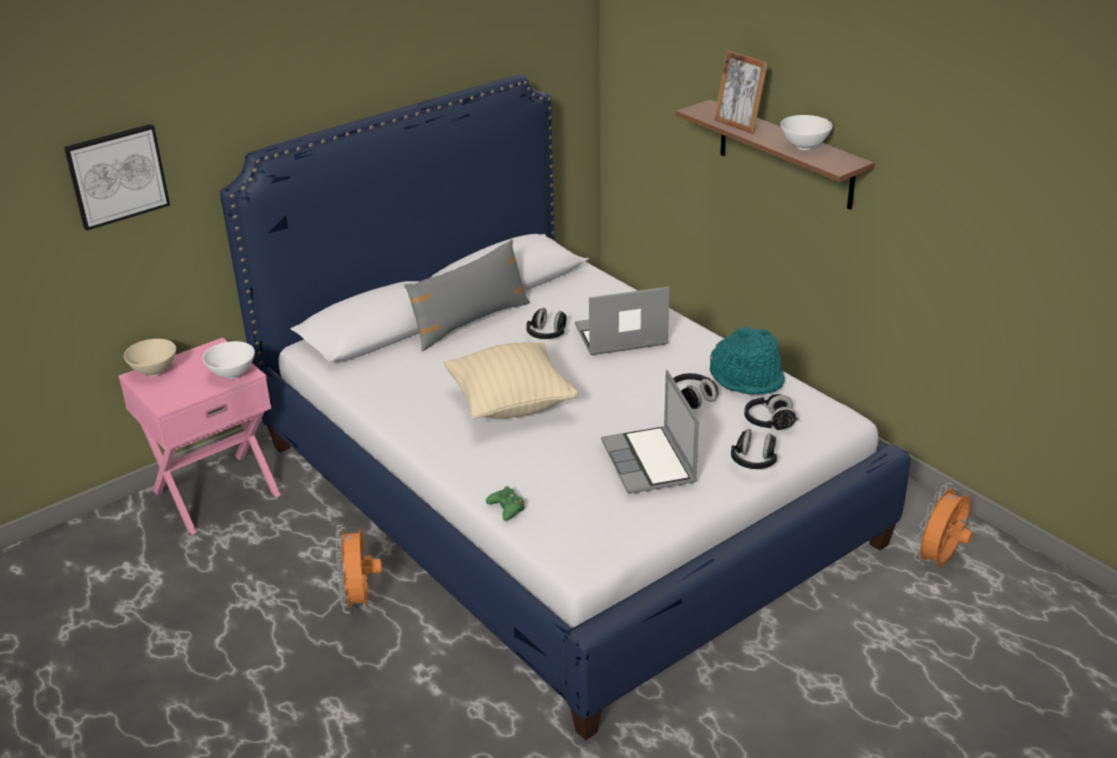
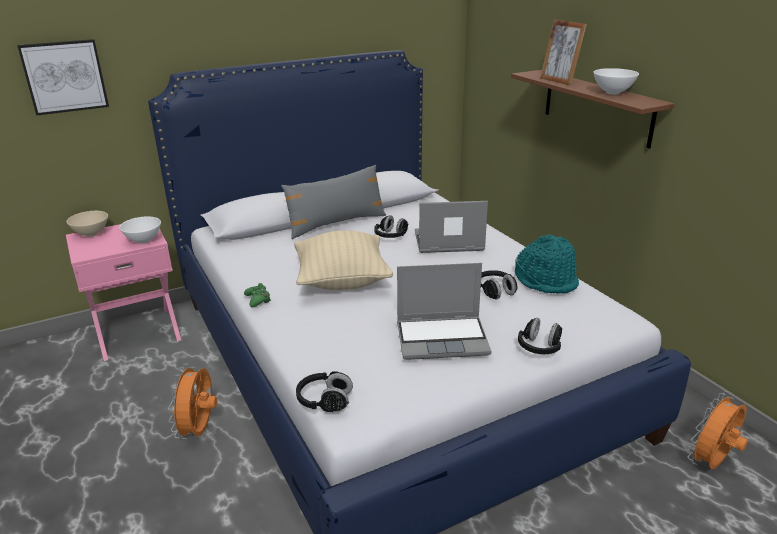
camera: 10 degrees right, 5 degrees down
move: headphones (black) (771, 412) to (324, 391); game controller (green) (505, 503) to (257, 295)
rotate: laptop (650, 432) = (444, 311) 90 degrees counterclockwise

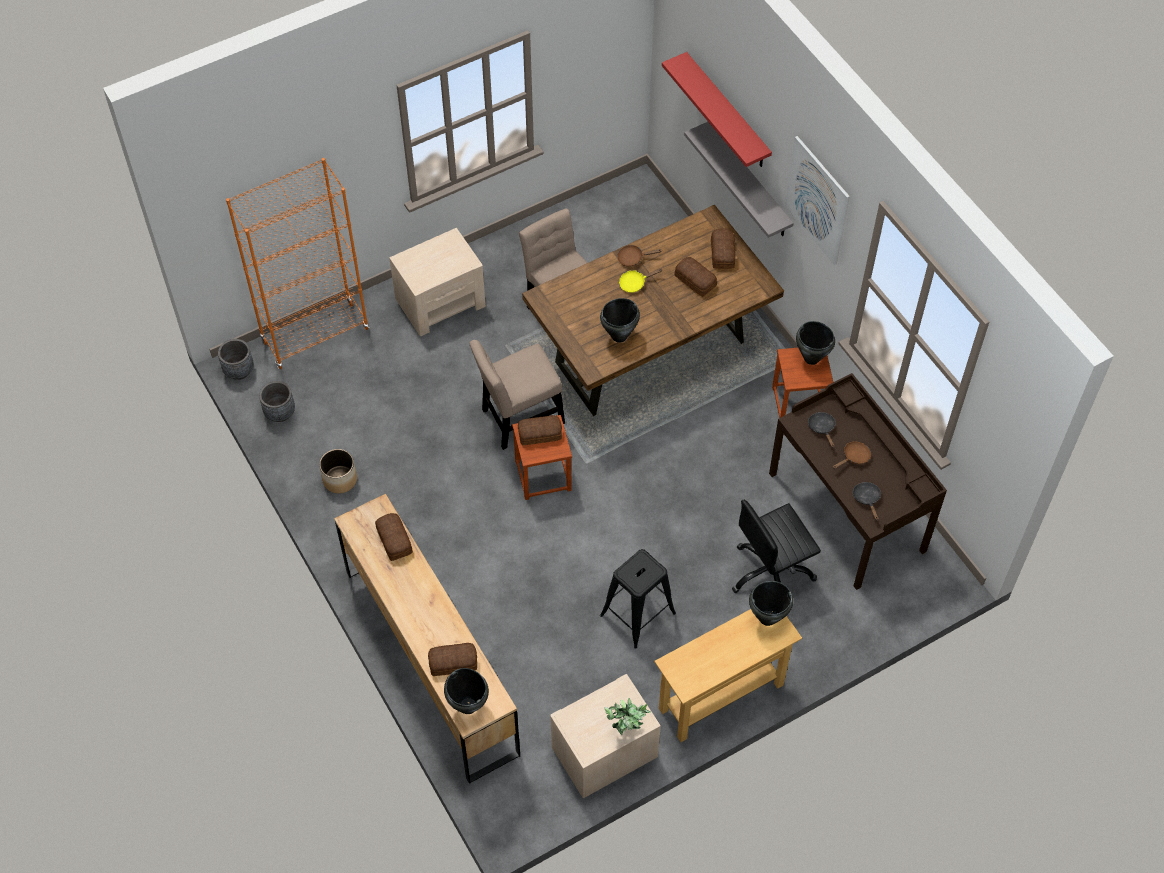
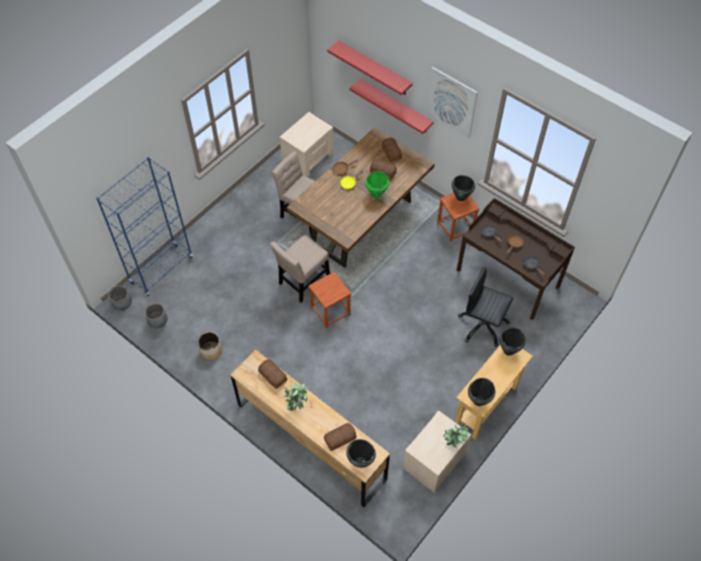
camera: 20 degrees left, 0 degrees up
delete: bread (540, 430); stool (black) (638, 599)
insert: cooking pot (green) (377, 185); potted plant (296, 397)
move: nightstand (beige) (437, 282) to (307, 144); cooking pot (black) (620, 320) to (481, 392)
recolor: shelf (grey) (739, 180) to shelf (red) (392, 106); bookcase (orange) (297, 263) to bookcase (blue) (144, 226)
rotate: office chair (black) (776, 546) = (485, 307) 75 degrees clockwise

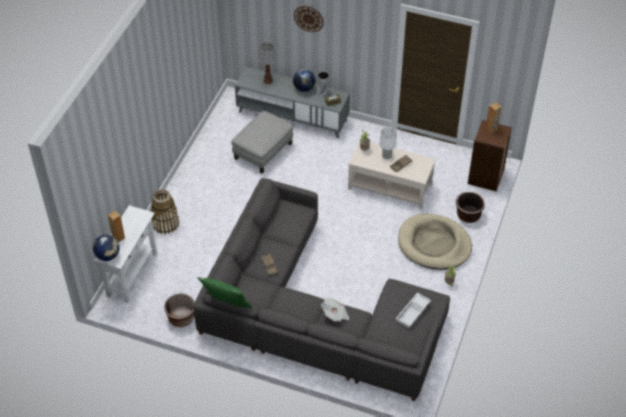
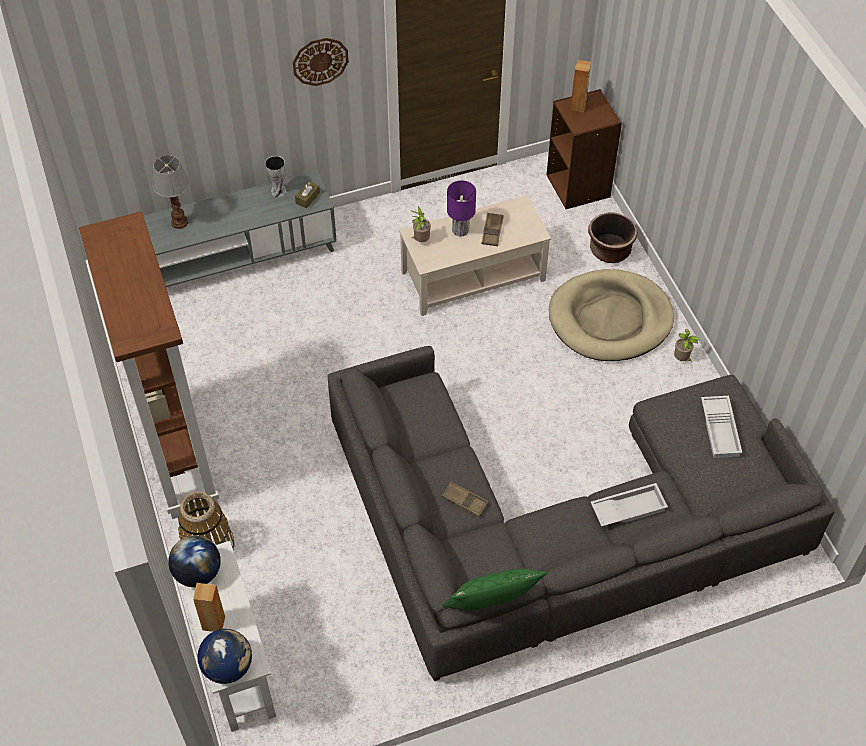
camera: 40 degrees left, 5 degrees up
delete: ottoman (grey) (262, 142); planter (brown) (179, 310)
insert: bookcase (brown) (149, 365)
move: wall clock (308, 19) to (321, 62); globe (304, 80) to (194, 561)
replace: newspaper (335, 310) to tray (white) (629, 505)
recolor: table lamp (white) (388, 143) to table lamp (purple) (461, 208)

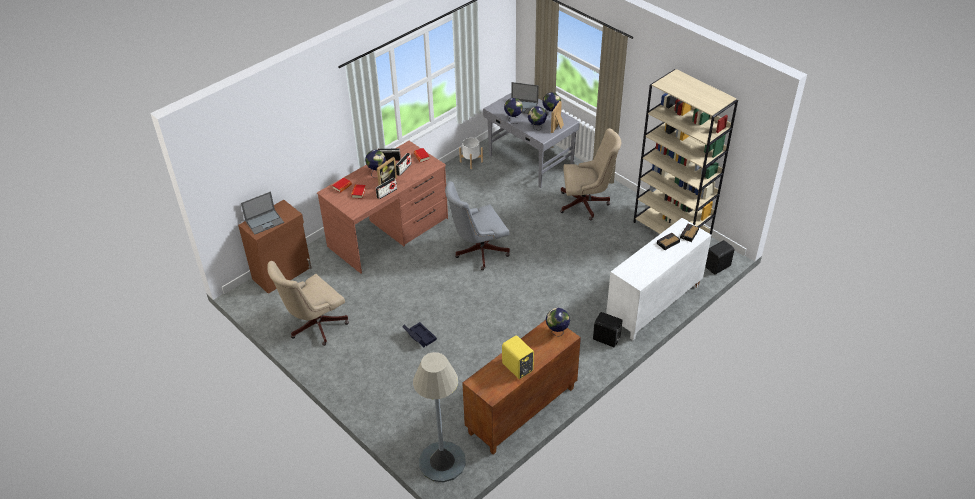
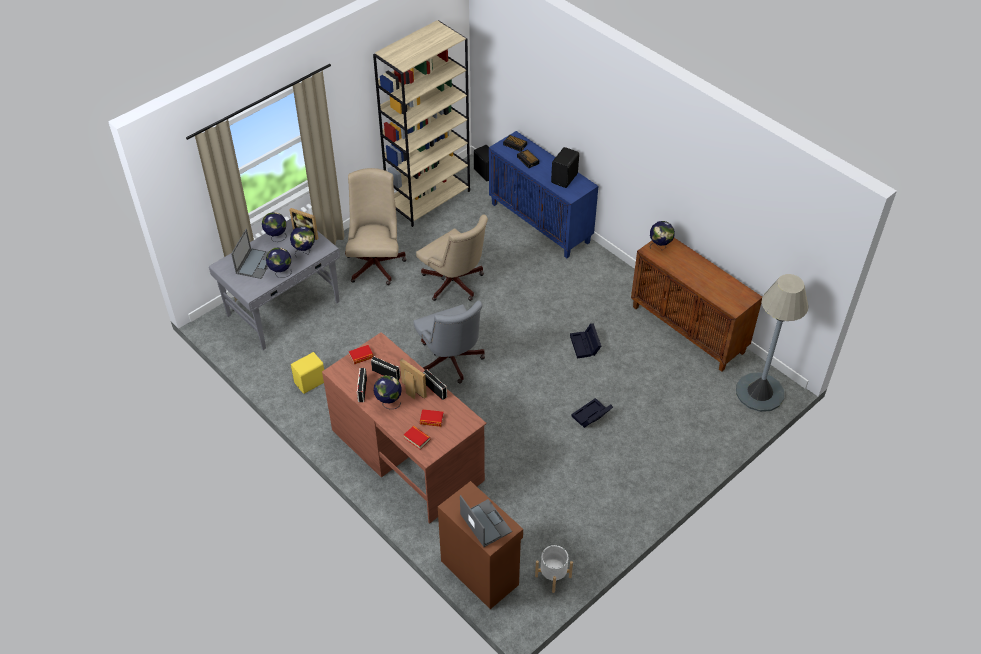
camera: 90 degrees left, 5 degrees up
insert: storage box (black) (585, 341)
move: planter (white) (471, 153) to (554, 569); office chair (beige) (308, 303) to (452, 258); speaker (black) (608, 329) to (565, 167); speaker (yellow) (518, 357) to (307, 373)
recolor: cabinet (white) (658, 279) to cabinet (blue) (543, 194)

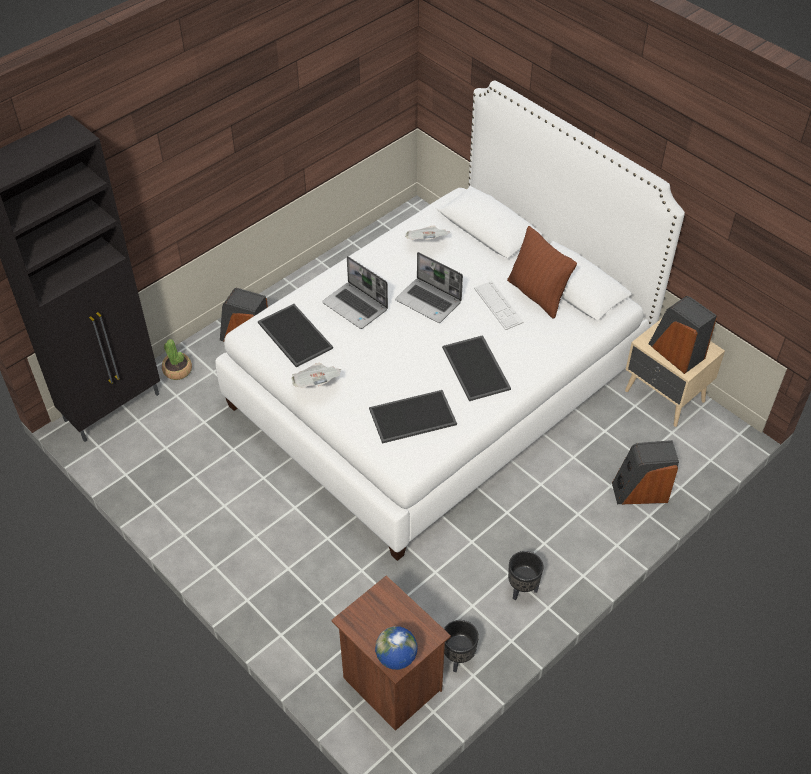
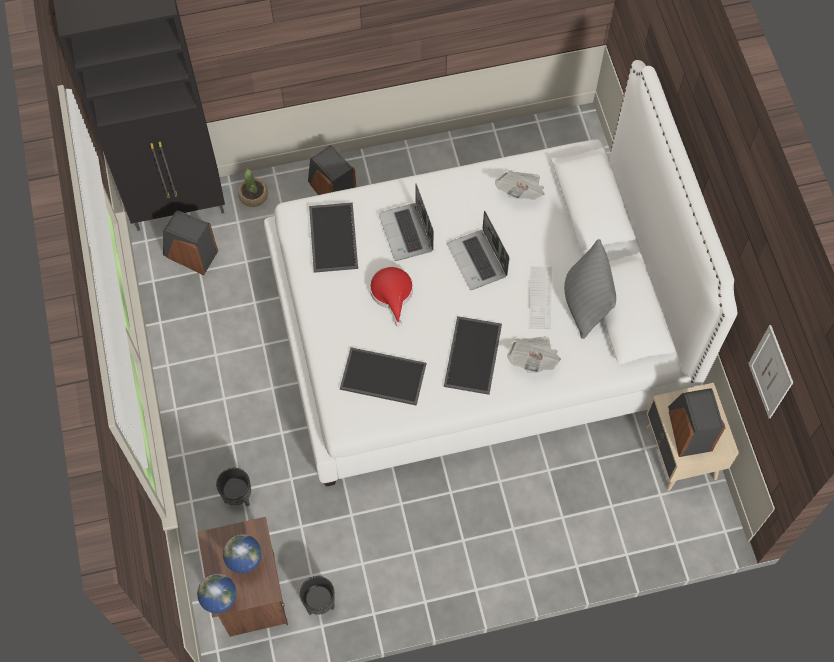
camera: 30 degrees right, 15 degrees up
insert: hat (red) (391, 296); picture (770, 371); globe (242, 554)
move: newspaper (316, 375) to (534, 354); speaker (645, 472) to (190, 243); planter (black) (526, 575) to (233, 487)
recolor: pillow (brown) (542, 272) to pillow (grey) (590, 289)

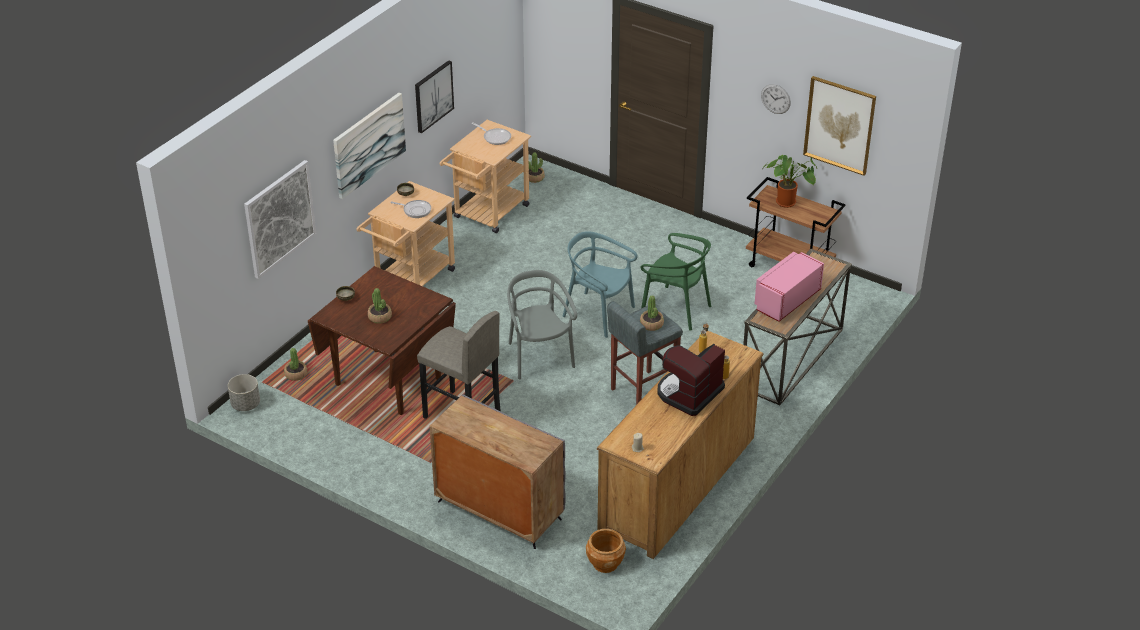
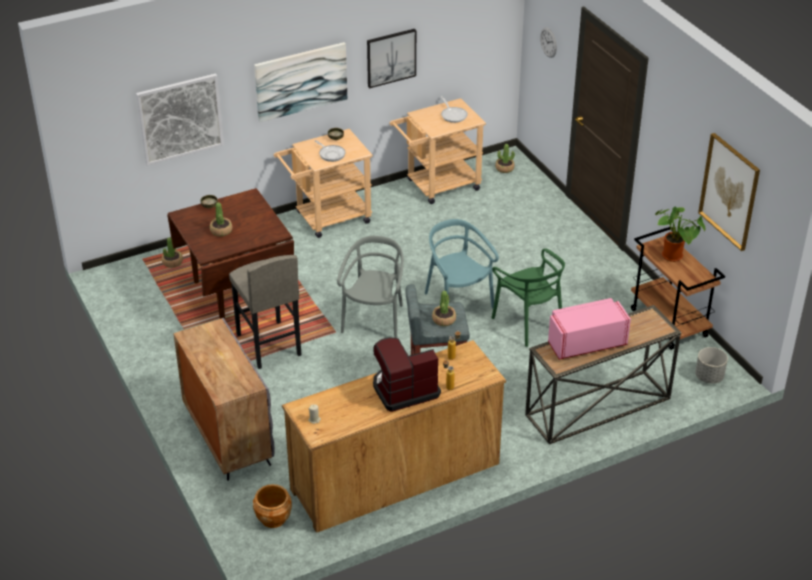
camera: 30 degrees right, 0 degrees up
move: wall clock (776, 99) to (548, 42); planter (grey) (244, 392) to (711, 365)

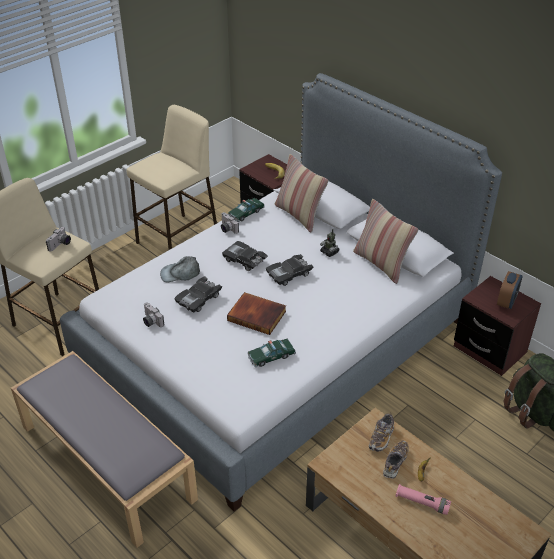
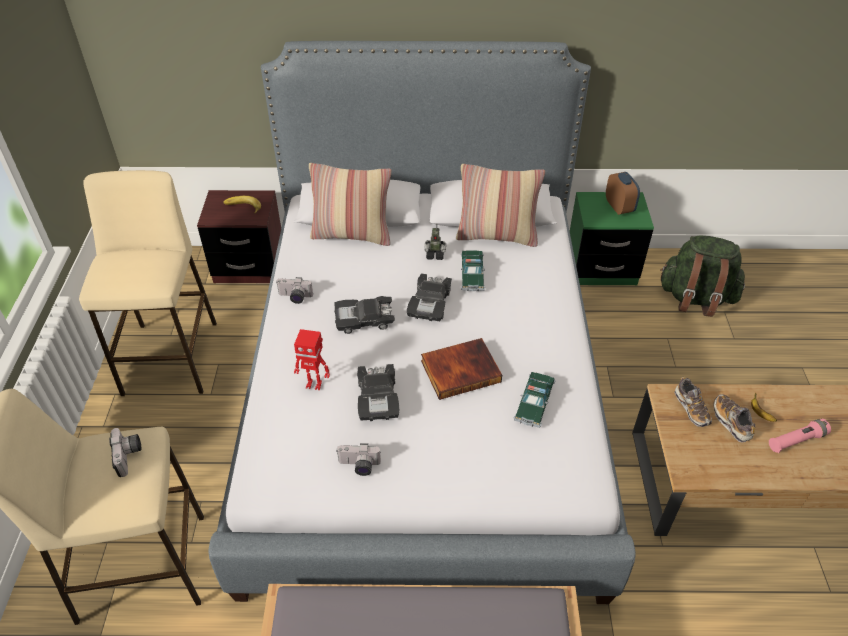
camera: 45 degrees left, 5 degrees up
move: toy car (246, 210) to (473, 270)
replace: cap (grey) (180, 269) to toy robot (312, 359)
recolor: nightstand (brown) (497, 326) to nightstand (green) (612, 238)

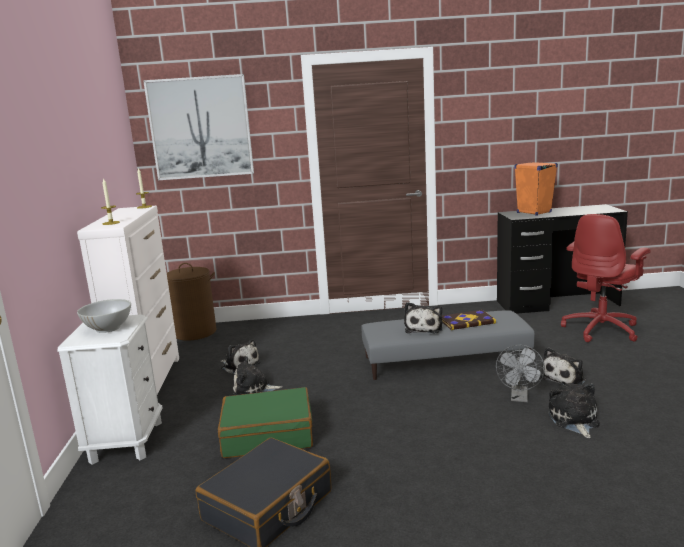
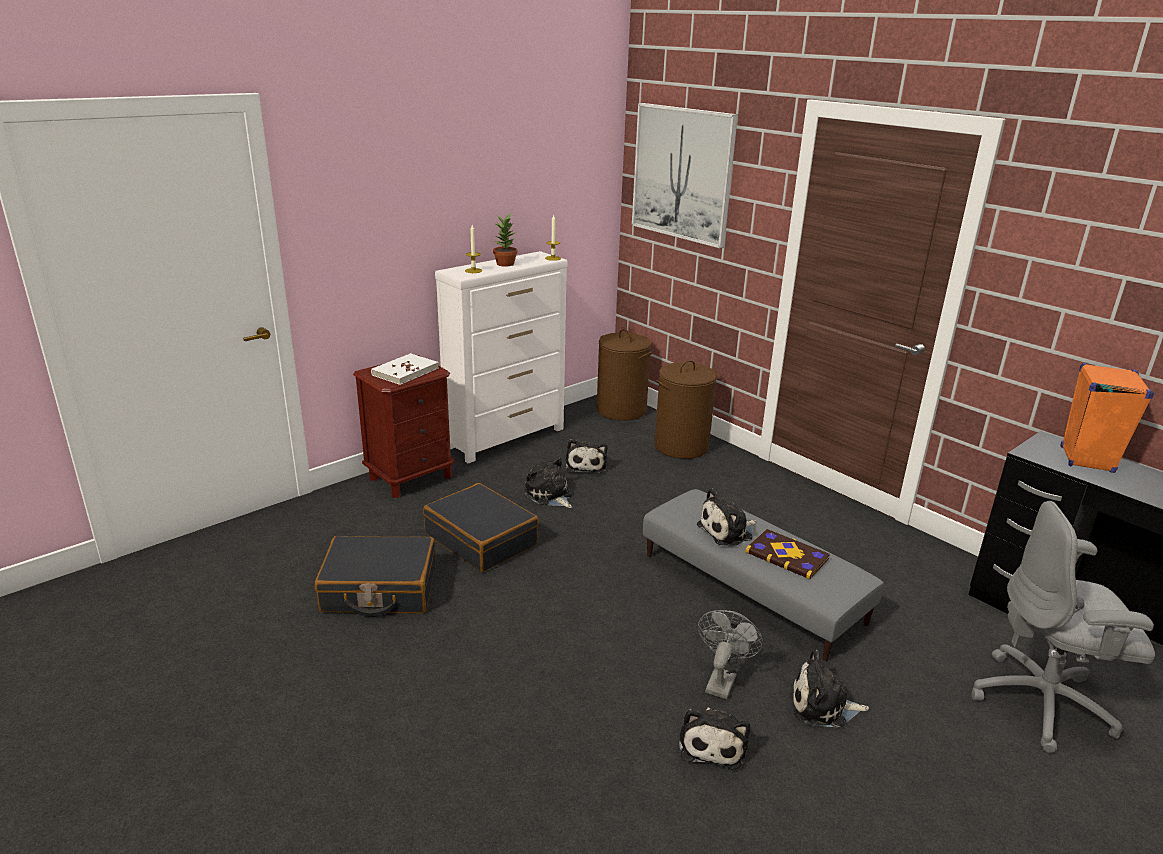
camera: 50 degrees right, 10 degrees up
insert: potted plant (505, 240); laundry basket (brown) (686, 409)
replace: bowl (white) (104, 316) to book (white) (405, 369)
recolor: office chair (red) (606, 278) to office chair (grey) (1063, 627); nightstand (white) (109, 389) to nightstand (brown) (403, 426); suitcase (green) (265, 422) to suitcase (black) (481, 527)
rotate: fan (grey) (520, 373) = (730, 654) 135 degrees clockwise; plush toy (574, 410) = (714, 738) 135 degrees clockwise

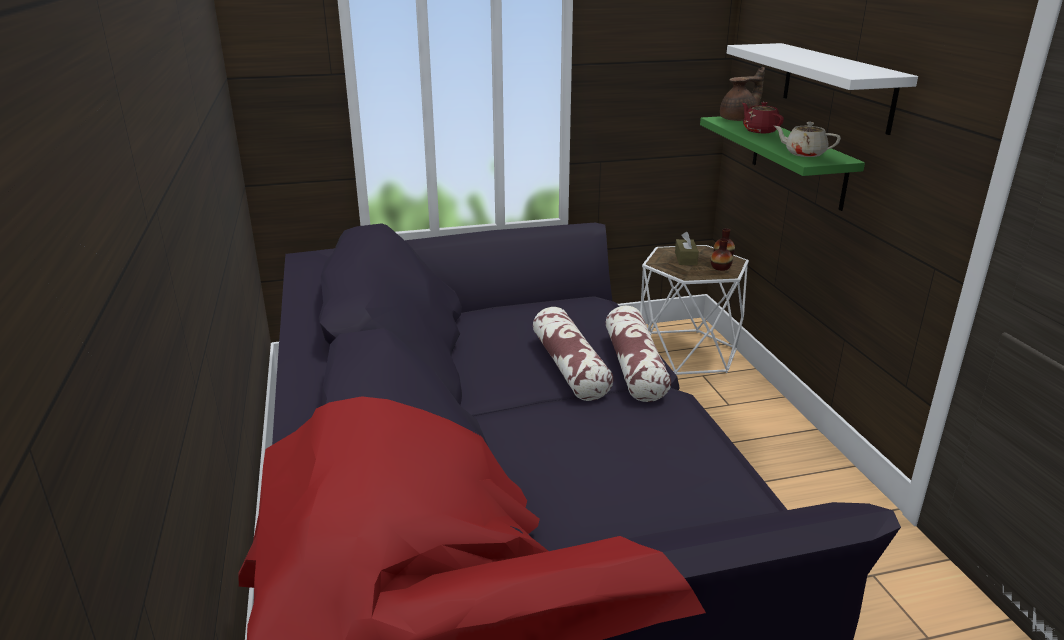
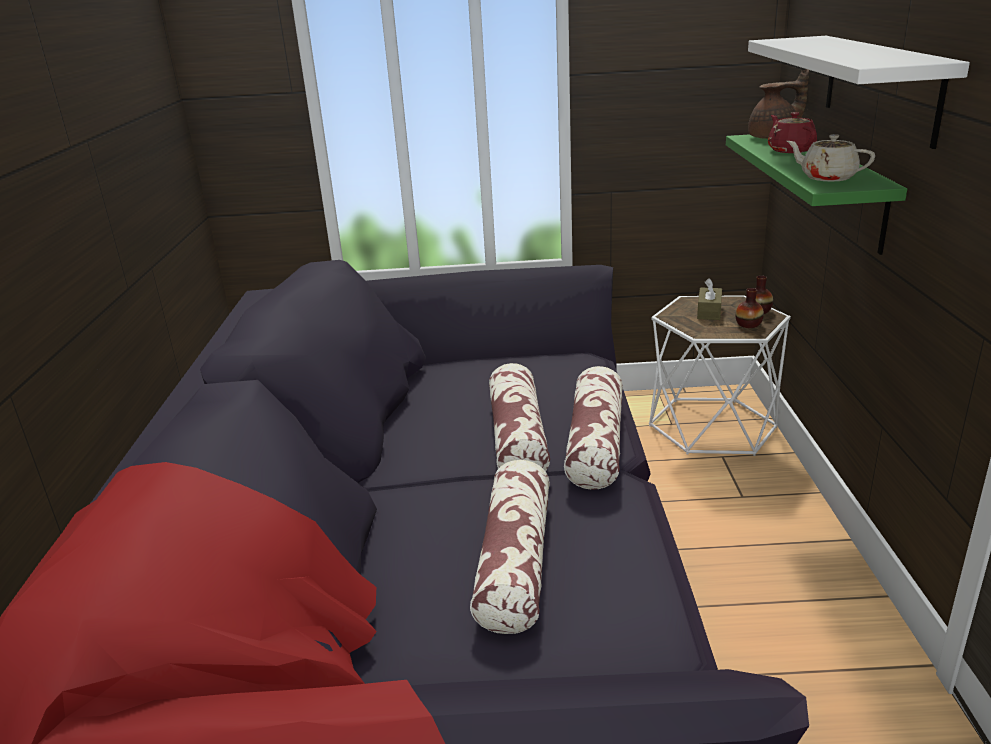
camera: 15 degrees right, 0 degrees up
insert: pillow (510, 547)

